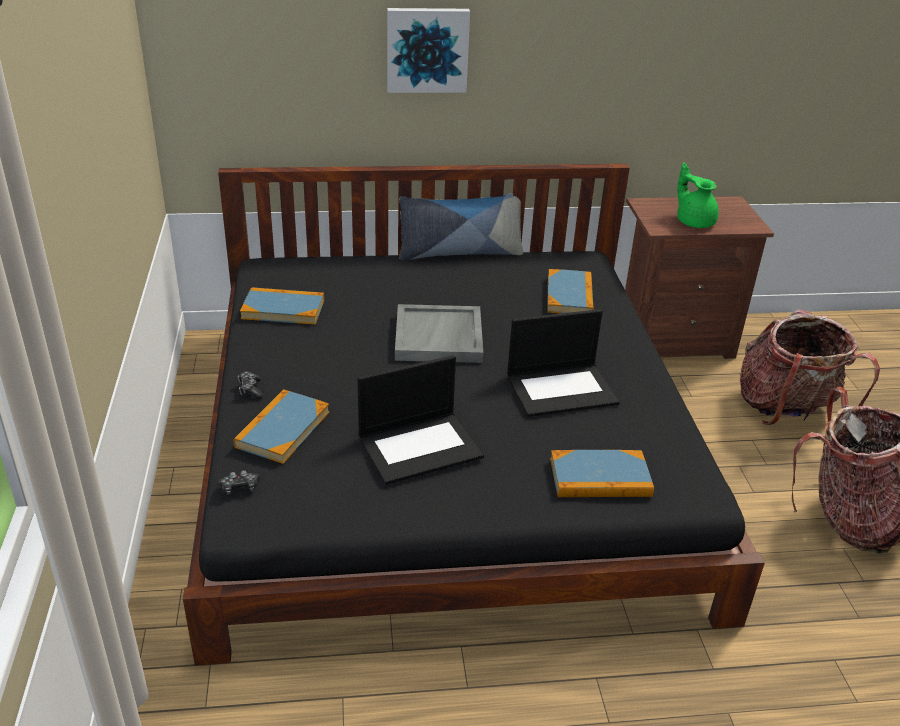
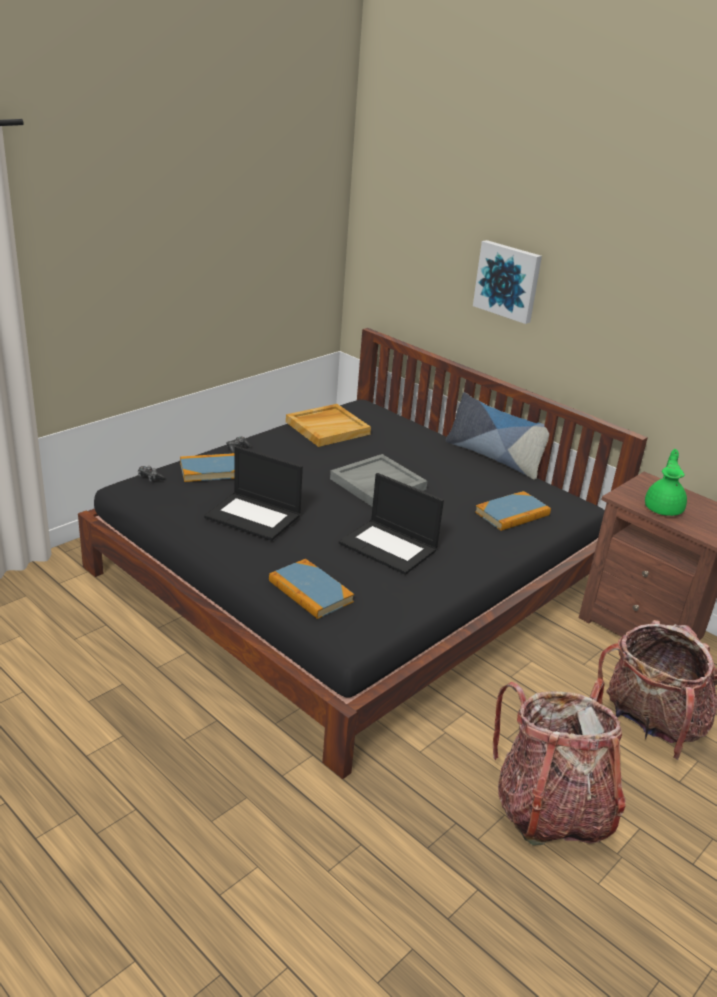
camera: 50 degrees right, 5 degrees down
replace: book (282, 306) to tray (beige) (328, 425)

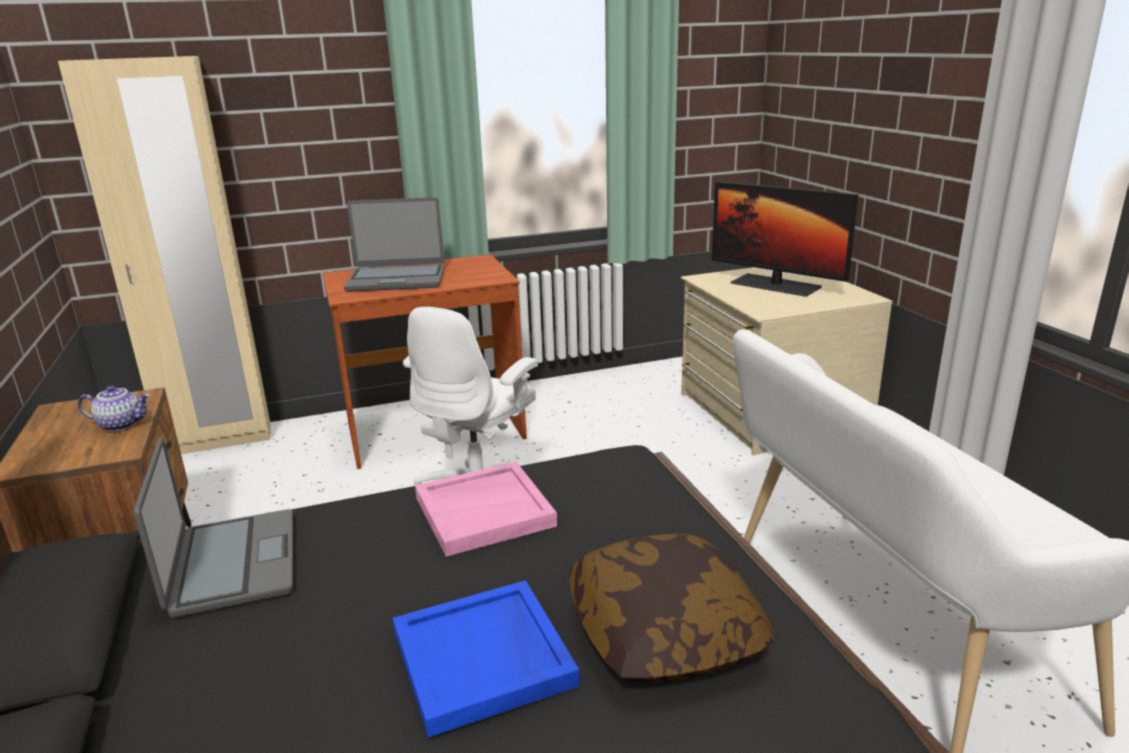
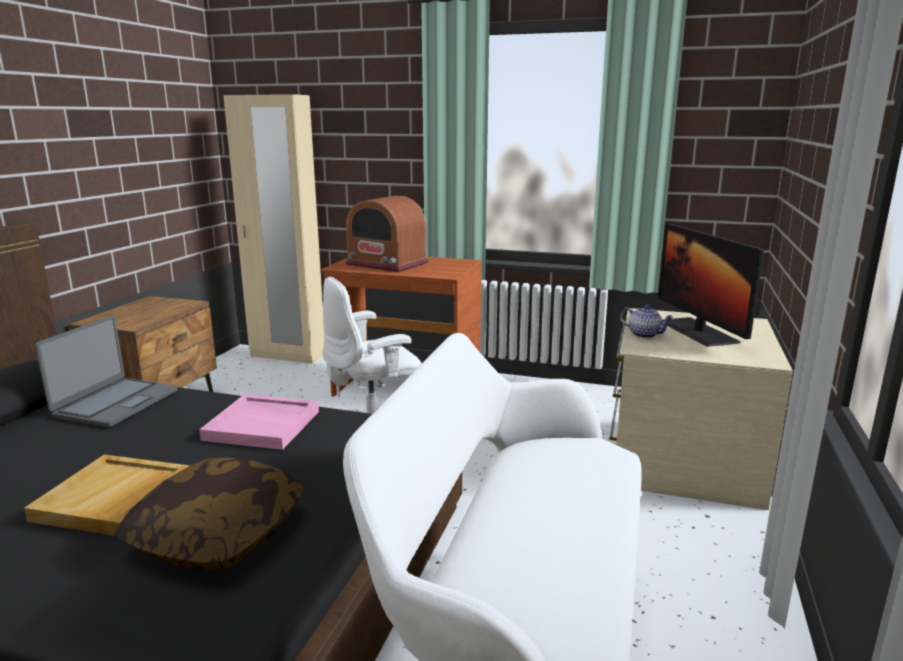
camera: 35 degrees right, 5 degrees down
move: teapot (114, 408) to (647, 321)
replace: laptop (394, 244) to radio (387, 234)
recolor: tray (blue) (486, 659) to tray (beige) (107, 495)

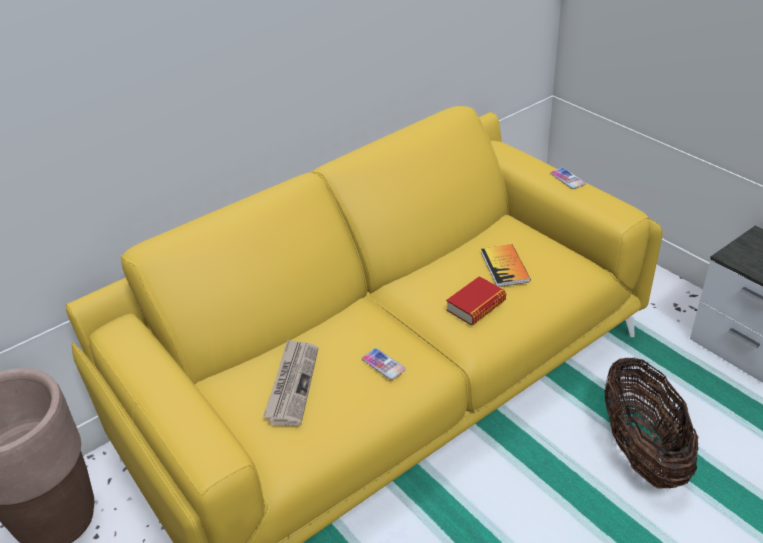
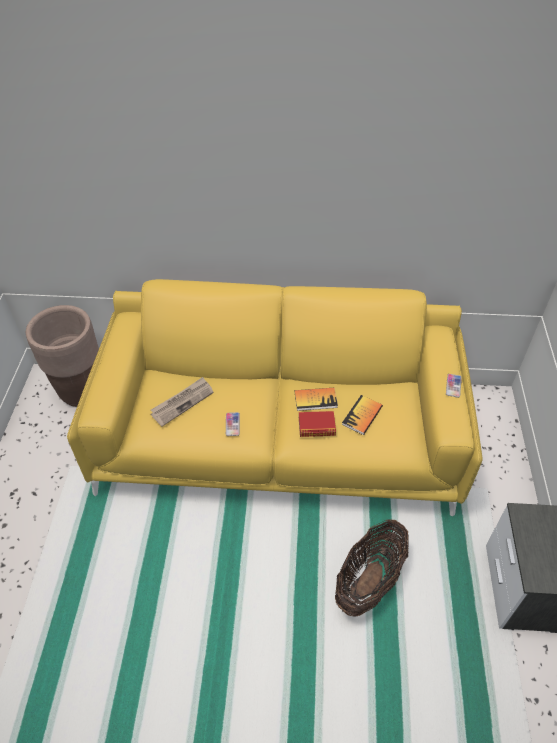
camera: 40 degrees right, 10 degrees up
insert: book (316, 399)

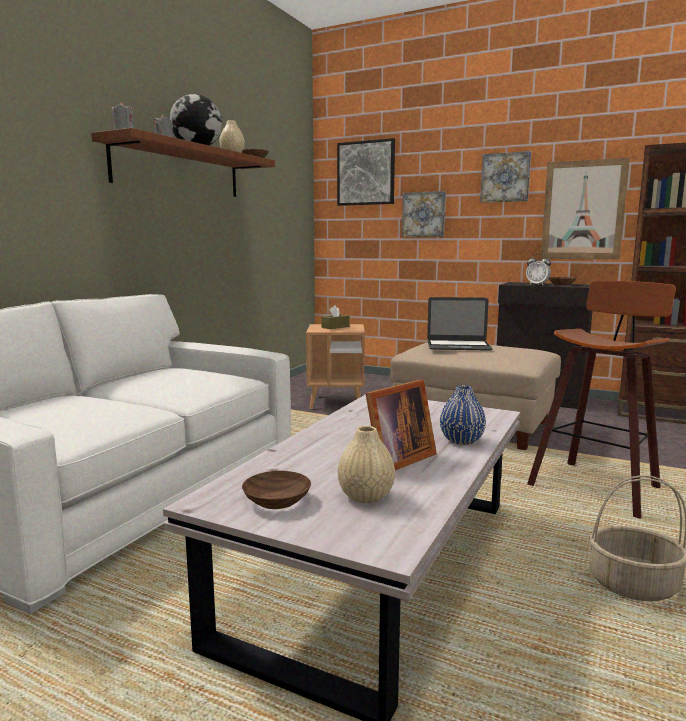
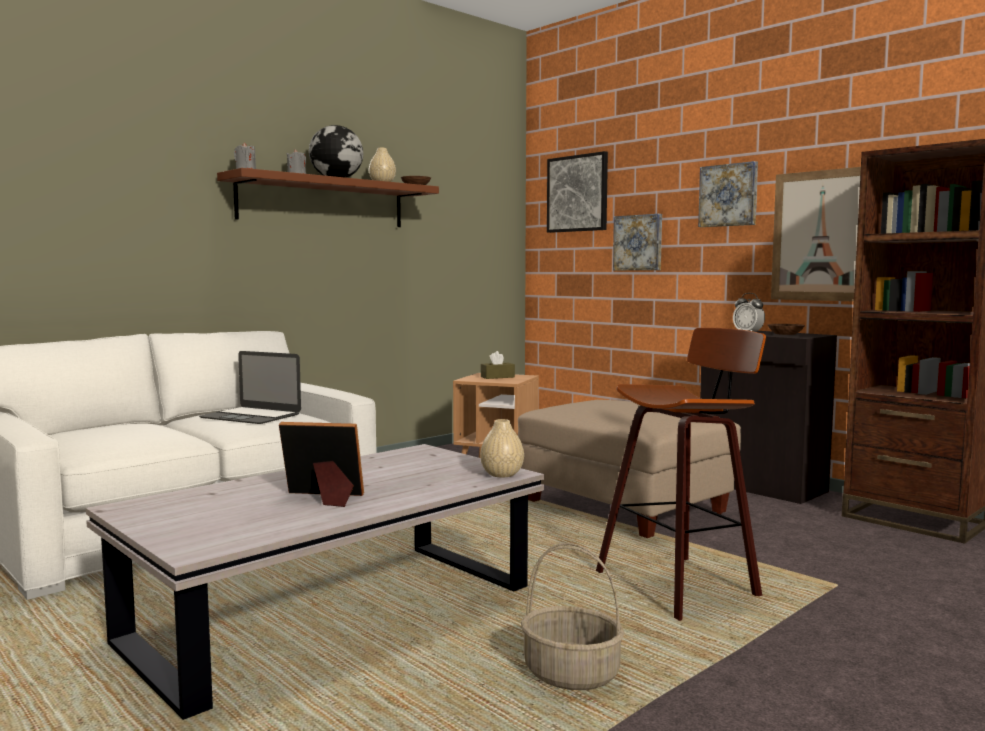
camera: 20 degrees right, 5 degrees down
delete: vase (blue) (463, 415); bowl (brown) (276, 490)
move: laptop (460, 324) to (250, 387); vase (beige) (366, 464) to (502, 448)
rotate: picture frame (401, 425) = (321, 464) 150 degrees counterclockwise

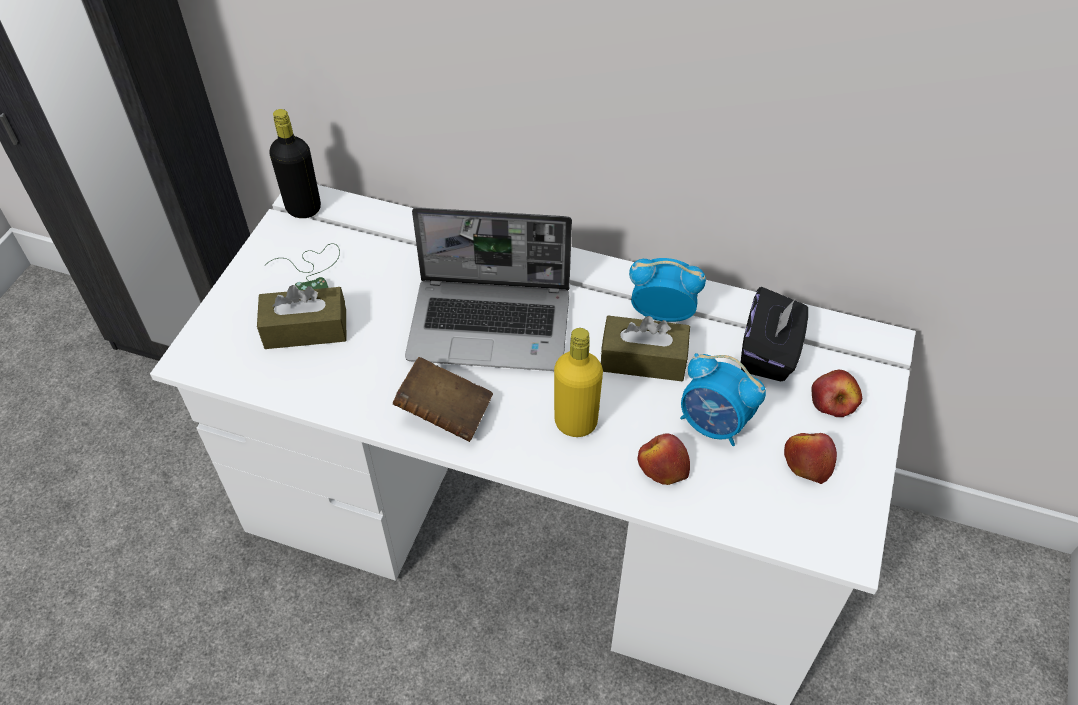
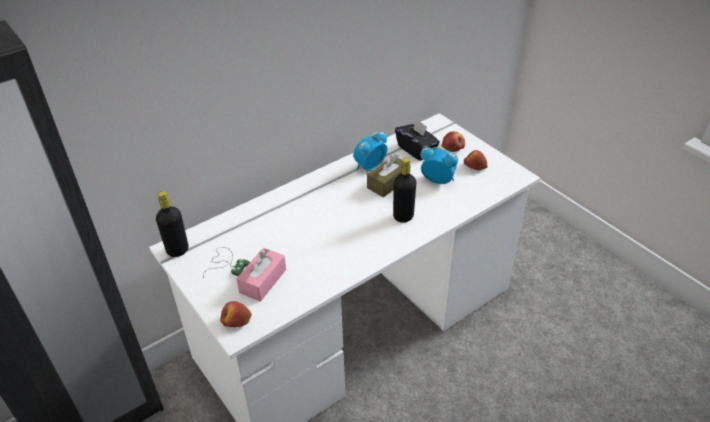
camera: 55 degrees left, 10 degrees down
delete: laptop (488, 289); book (brown) (443, 399)
move: apple (663, 459) to (236, 314)
recolor: tissue box (brown) (301, 317) to tissue box (pink) (261, 275); bottle (yellow) (578, 382) to bottle (black) (404, 190)
rotate: alarm clock (723, 399) = (439, 165) 135 degrees counterclockwise

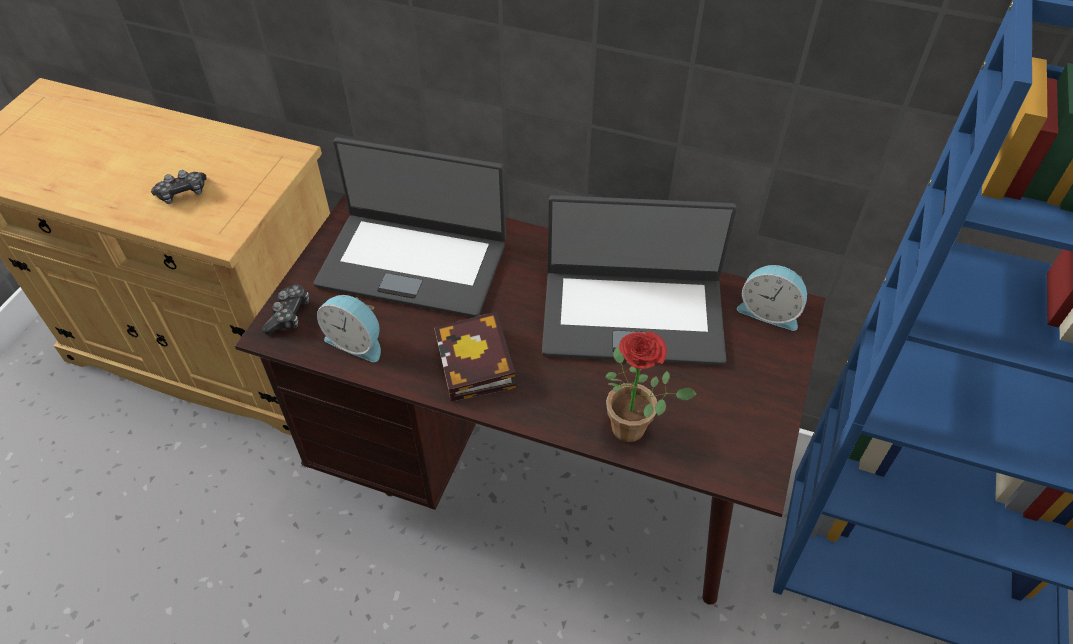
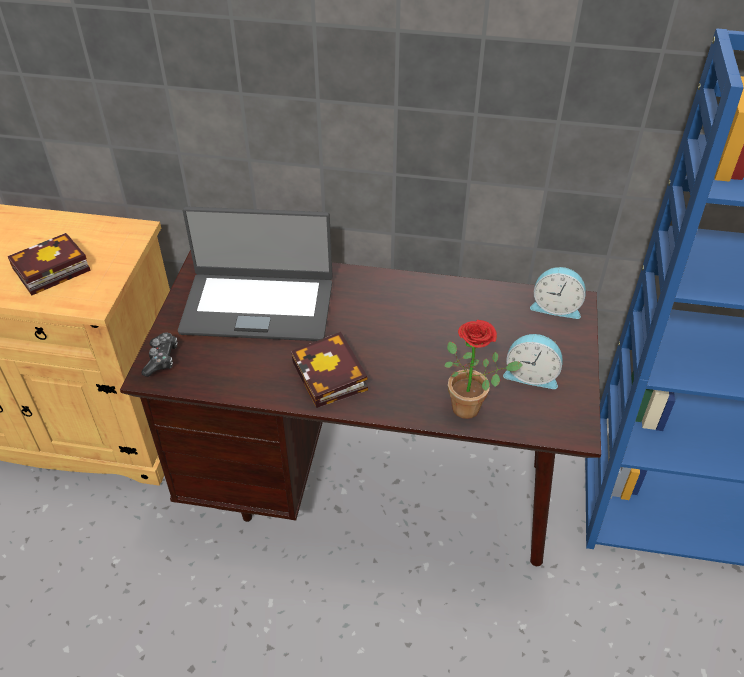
camera: 10 degrees left, 5 degrees down
delete: laptop (639, 280)
move: alarm clock (349, 328) to (533, 361)
replace: game controller (179, 187) to book (49, 264)

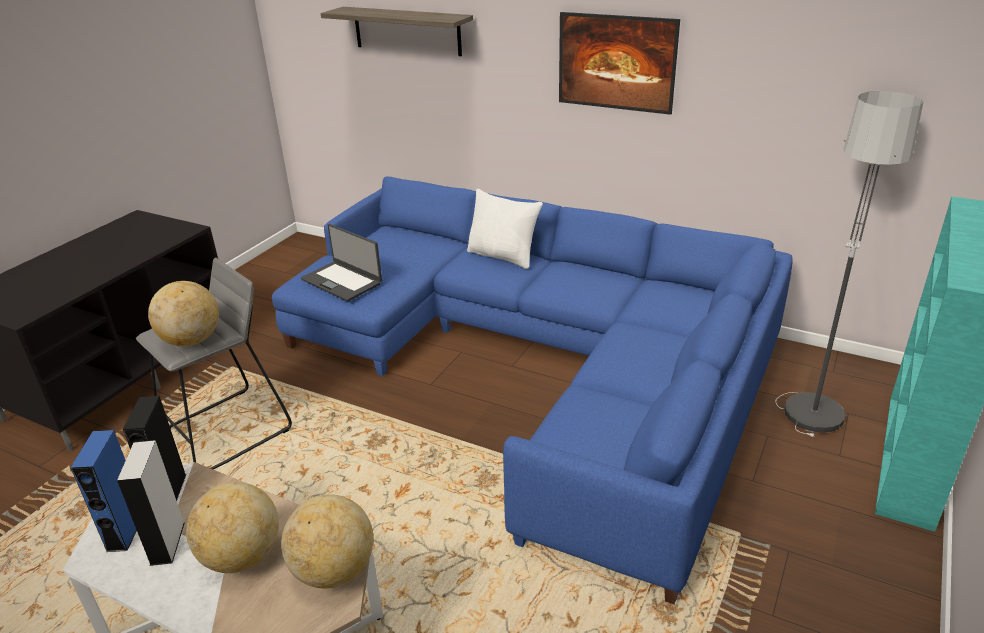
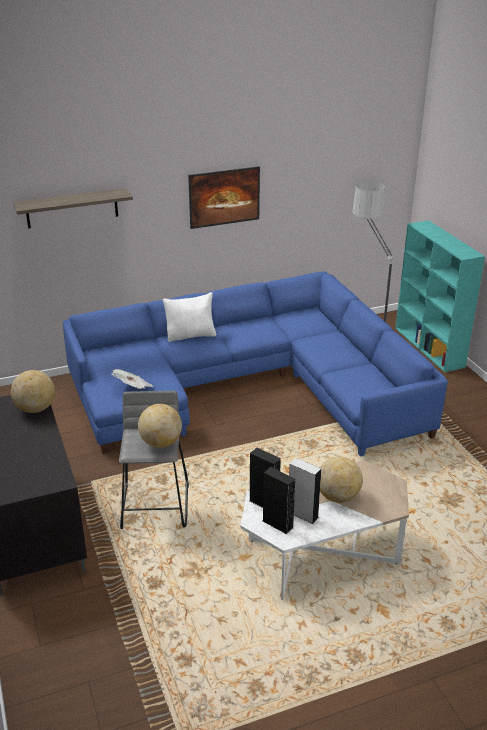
camera: 50 degrees left, 0 degrees up
move: globe (327, 541) to (33, 391)
replace: laptop (341, 262) to newspaper (132, 379)
recolor: speaker (blue) (103, 491) to speaker (black) (279, 500)

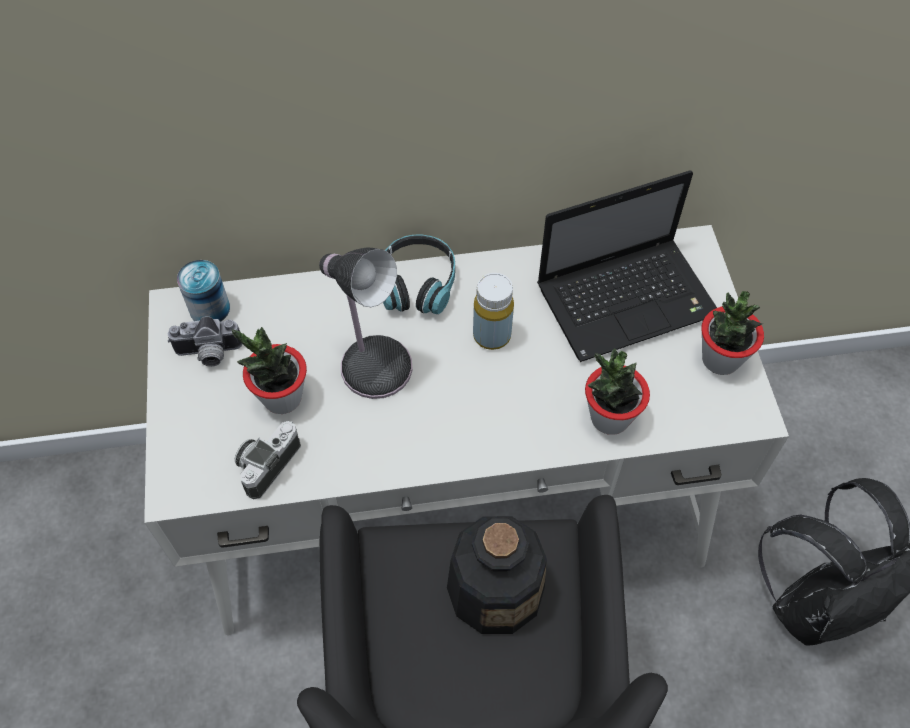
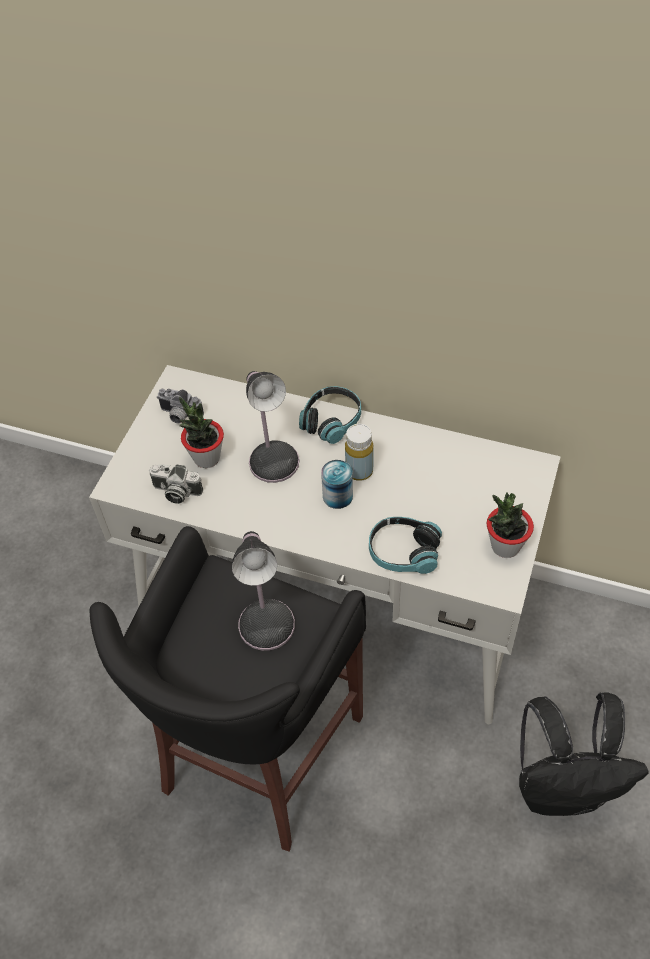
camera: 30 degrees right, 5 degrees down
delete: laptop (627, 266)
move: can (203, 291) to (337, 484)
replace: potted plant (617, 391) to headphones (405, 545); bottle (497, 575) to table lamp (263, 591)
rotate: photo camera (268, 460) = (176, 484) 135 degrees counterclockwise

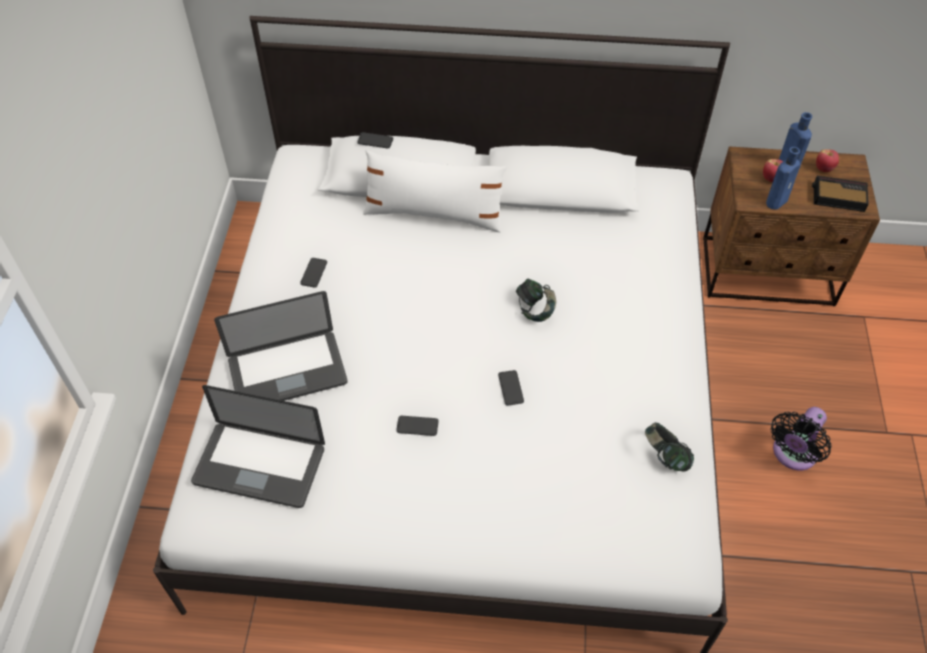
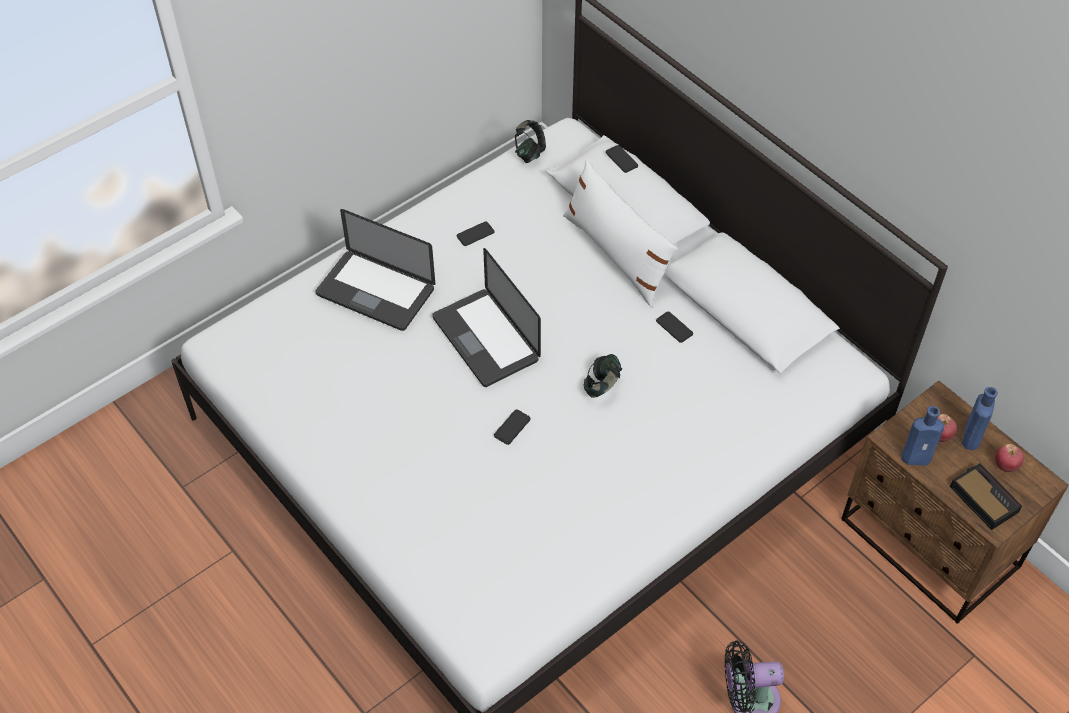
camera: 45 degrees right, 0 degrees up
move: laptop (258, 446) to (486, 317); phone (417, 426) to (674, 327); headphones (669, 446) to (530, 141)

